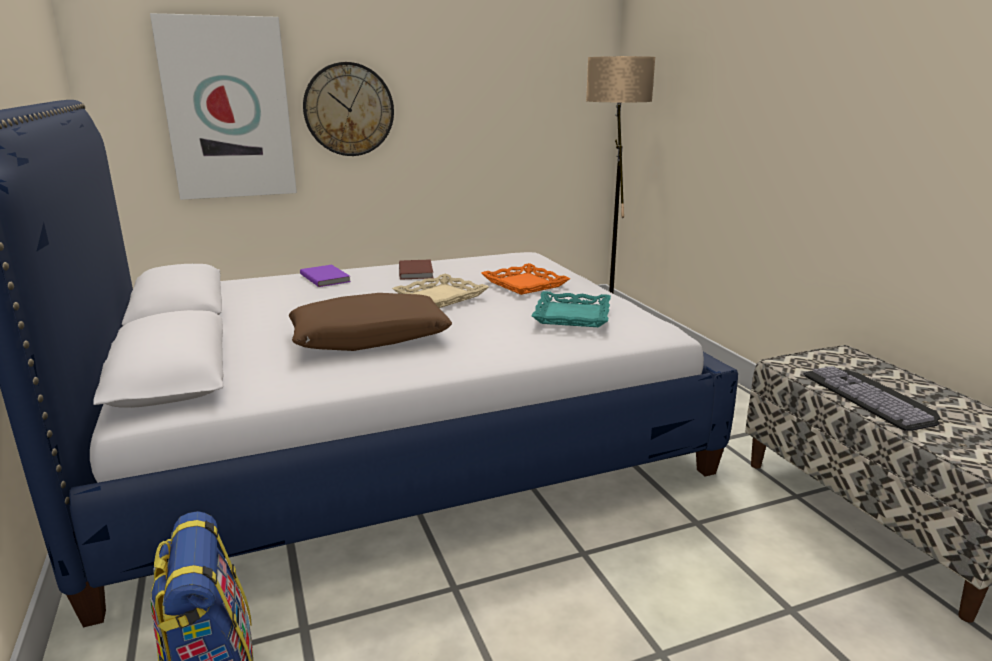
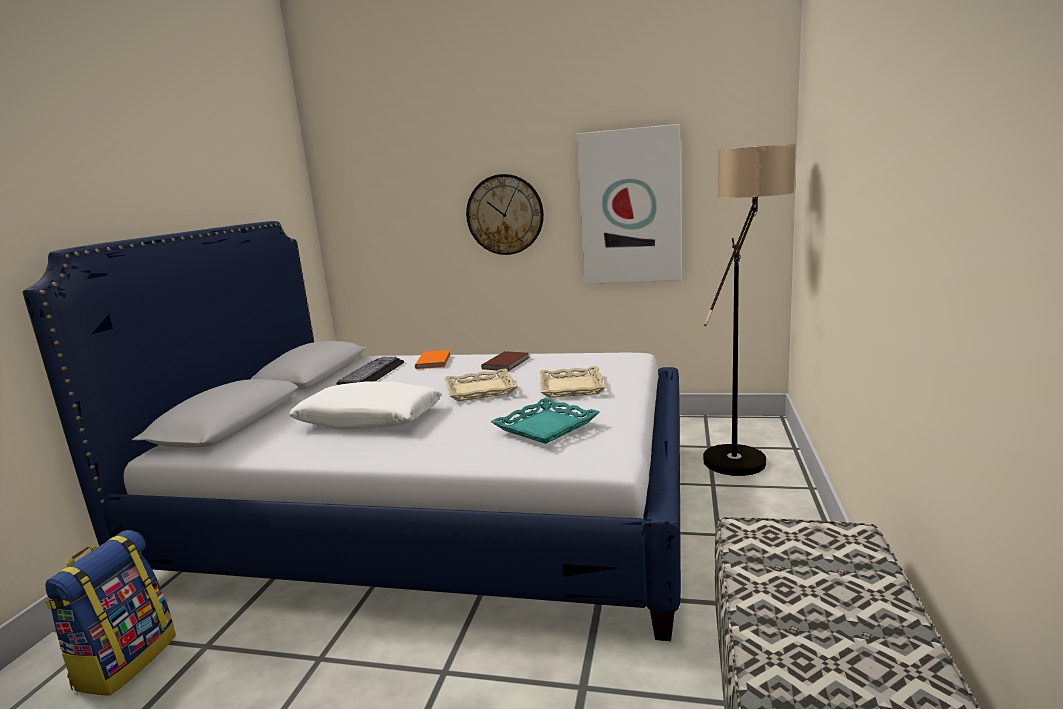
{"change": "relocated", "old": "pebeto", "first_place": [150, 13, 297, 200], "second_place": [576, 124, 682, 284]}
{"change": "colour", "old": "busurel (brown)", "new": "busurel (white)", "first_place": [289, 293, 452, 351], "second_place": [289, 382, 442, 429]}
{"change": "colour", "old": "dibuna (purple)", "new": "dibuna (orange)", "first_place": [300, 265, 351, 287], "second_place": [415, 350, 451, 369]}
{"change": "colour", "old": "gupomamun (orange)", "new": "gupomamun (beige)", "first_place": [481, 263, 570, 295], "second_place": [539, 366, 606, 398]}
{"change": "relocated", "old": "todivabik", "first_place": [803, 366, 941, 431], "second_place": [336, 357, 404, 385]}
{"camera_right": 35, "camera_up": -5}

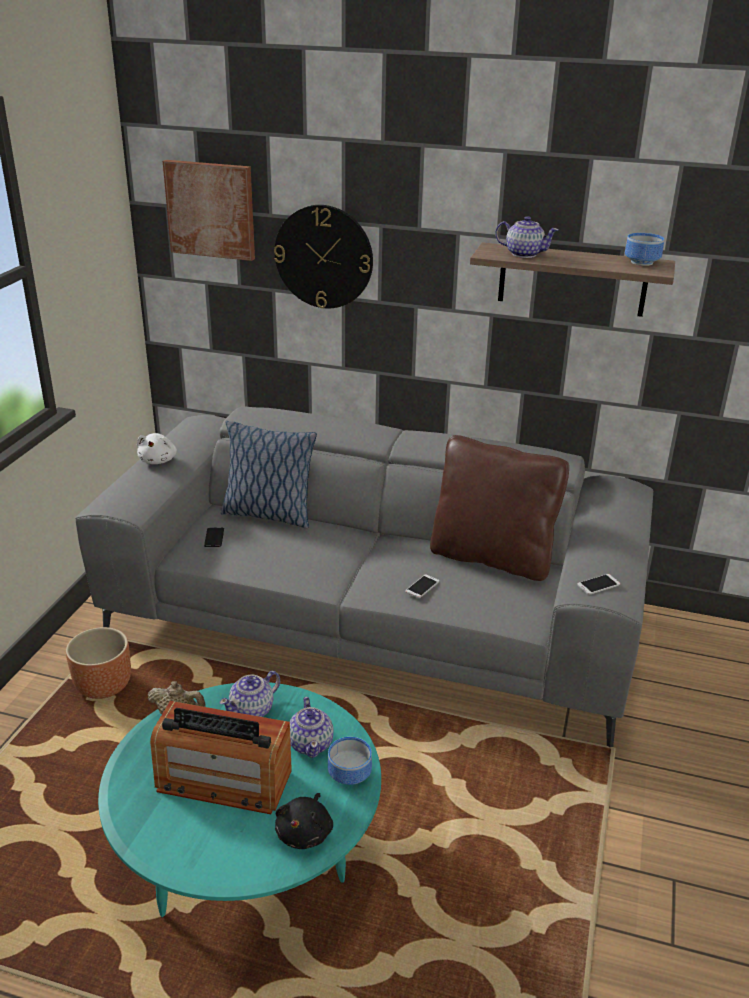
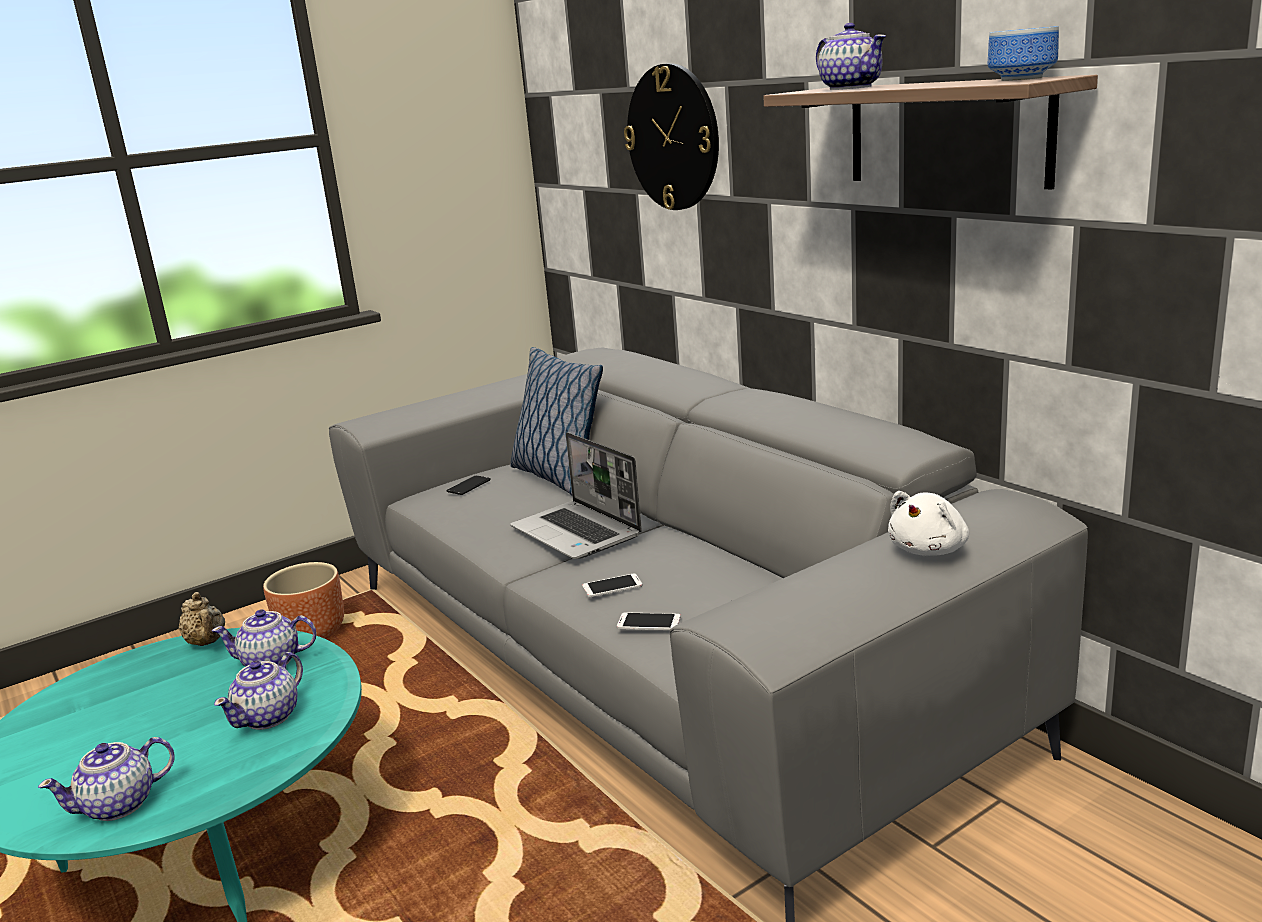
{"change": "relocated", "old": "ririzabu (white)", "first_place": [137, 433, 177, 464], "second_place": [888, 491, 969, 556]}
{"change": "missing", "old": "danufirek", "first_place": [150, 701, 292, 814]}
{"change": "missing", "old": "pebeto", "first_place": [163, 160, 255, 261]}
{"change": "exchanged", "old": "ririzabu (black)", "new": "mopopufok", "first_place": [275, 793, 333, 849], "second_place": [38, 737, 175, 821]}
{"change": "missing", "old": "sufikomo", "first_place": [328, 737, 372, 785]}
{"change": "missing", "old": "busurel (brown)", "first_place": [430, 435, 569, 581]}
{"change": "relocated", "old": "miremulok", "first_place": [577, 574, 620, 595], "second_place": [617, 612, 681, 630]}
{"change": "appeared", "new": "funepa", "second_place": [510, 432, 642, 559]}
{"camera_right": 40, "camera_up": -10}

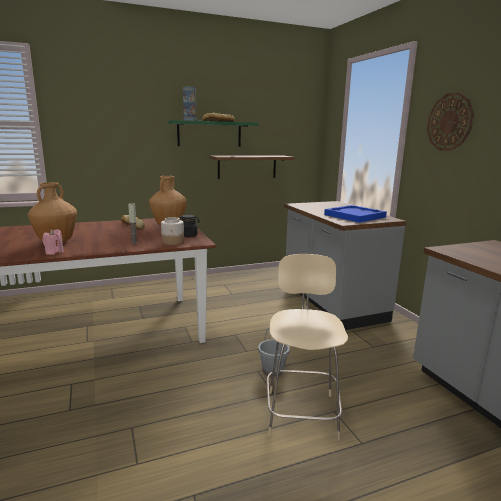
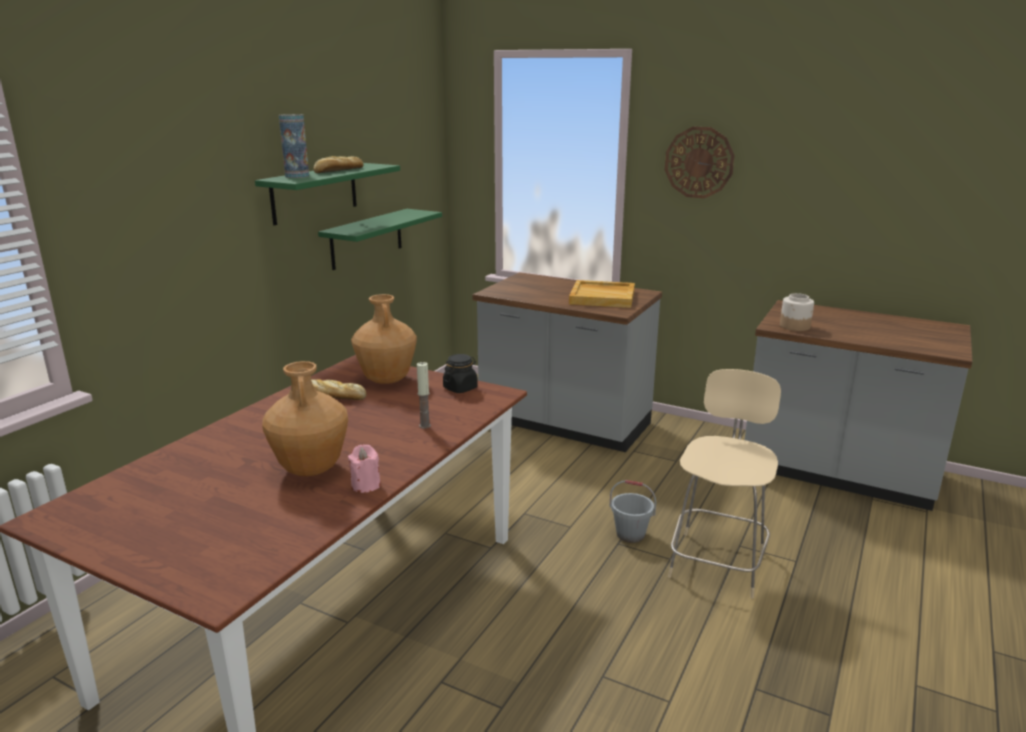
{"change": "relocated", "old": "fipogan", "first_place": [161, 217, 184, 245], "second_place": [780, 293, 814, 331]}
{"change": "colour", "old": "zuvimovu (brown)", "new": "zuvimovu (green)", "first_place": [209, 155, 295, 179], "second_place": [318, 209, 442, 270]}
{"change": "spun", "old": "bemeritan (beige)", "first_place": [267, 254, 348, 441], "second_place": [668, 369, 781, 598], "degrees": 60}
{"change": "colour", "old": "gupomamun (blue)", "new": "gupomamun (beige)", "first_place": [324, 205, 387, 223], "second_place": [569, 280, 635, 308]}
{"camera_right": -40, "camera_up": 5}

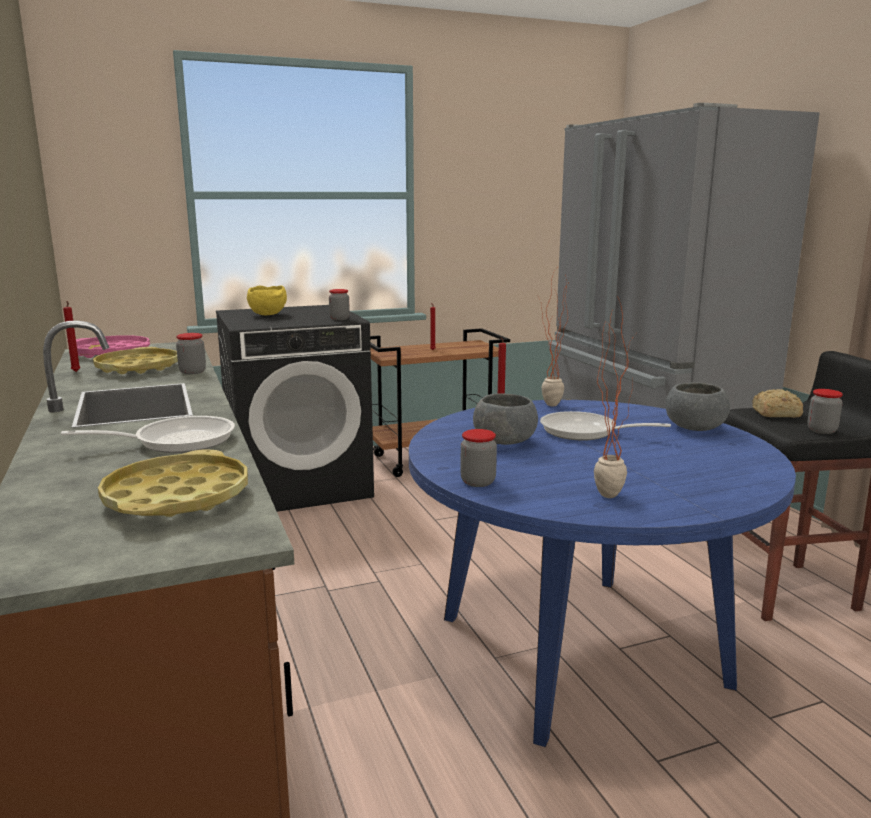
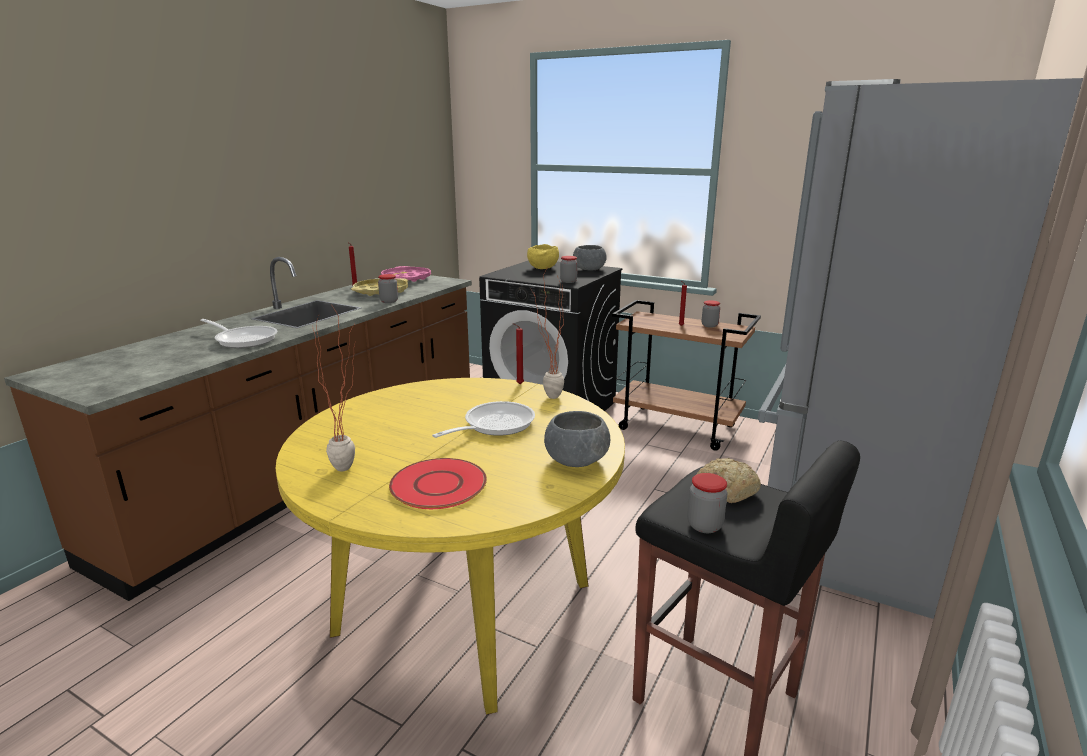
{"change": "missing", "old": "gupomamun (yellow)", "first_place": [98, 450, 248, 517]}
{"change": "colour", "old": "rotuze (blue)", "new": "rotuze (yellow)", "first_place": [409, 400, 796, 747], "second_place": [275, 378, 625, 715]}
{"change": "relocated", "old": "fipogan", "first_place": [460, 429, 497, 487], "second_place": [702, 300, 720, 328]}
{"change": "relocated", "old": "sufikomo (grey)", "first_place": [473, 393, 538, 445], "second_place": [573, 245, 607, 271]}
{"change": "spun", "old": "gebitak", "first_place": [540, 411, 671, 441], "second_place": [432, 401, 535, 438], "degrees": 60}
{"change": "appeared", "new": "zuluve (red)", "second_place": [389, 458, 487, 509]}
{"camera_right": 50, "camera_up": 5}

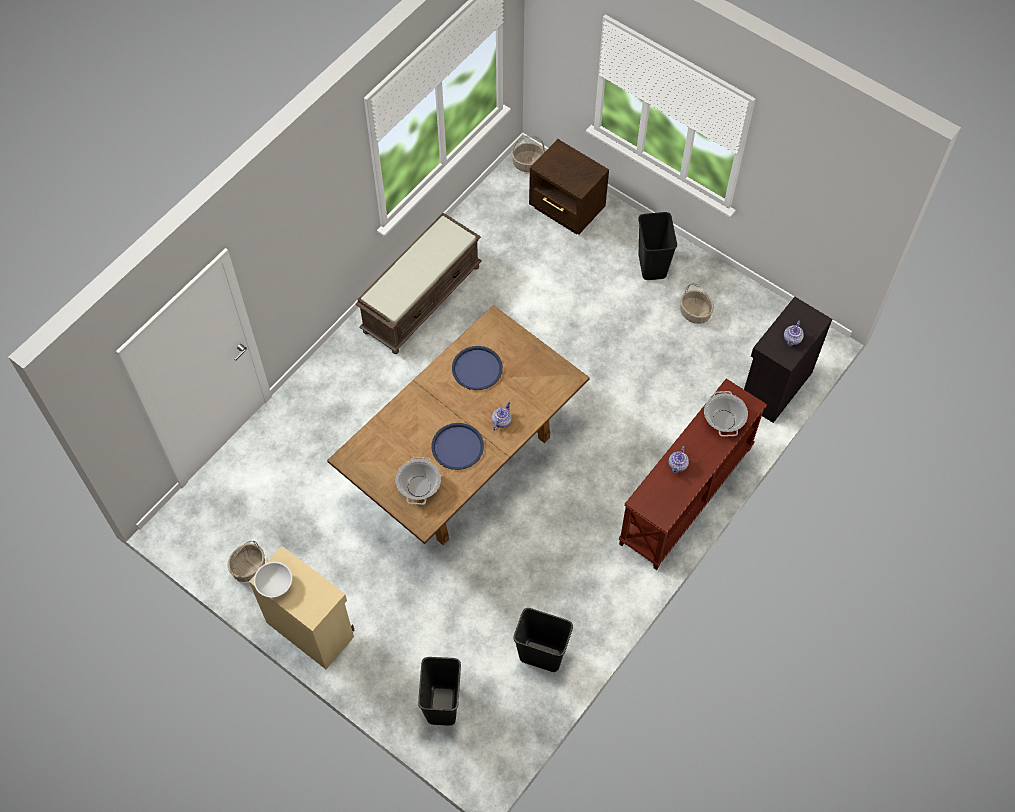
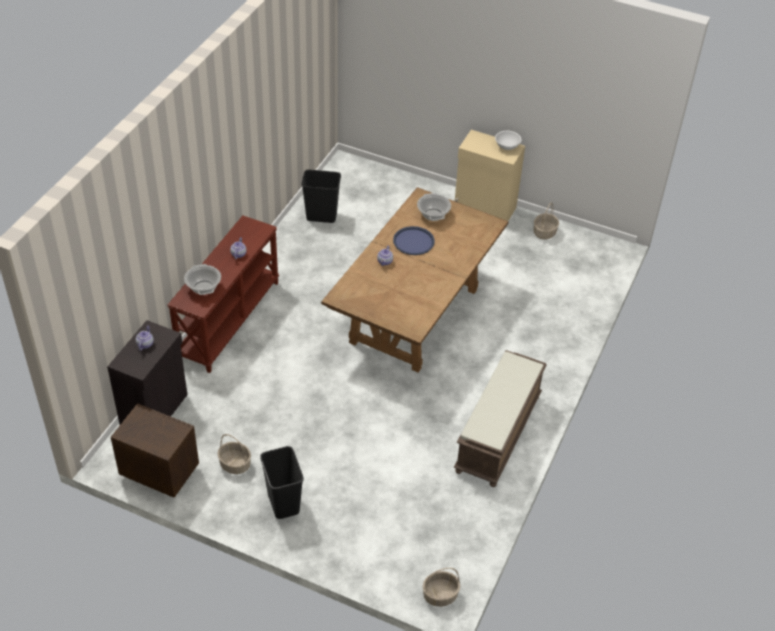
{"change": "missing", "old": "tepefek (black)", "first_place": [418, 657, 461, 726]}
{"change": "missing", "old": "gupomamun (blue)", "first_place": [452, 346, 503, 390]}
{"change": "relocated", "old": "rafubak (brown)", "first_place": [529, 139, 609, 235], "second_place": [111, 403, 199, 498]}
{"camera_right": 165, "camera_up": -15}

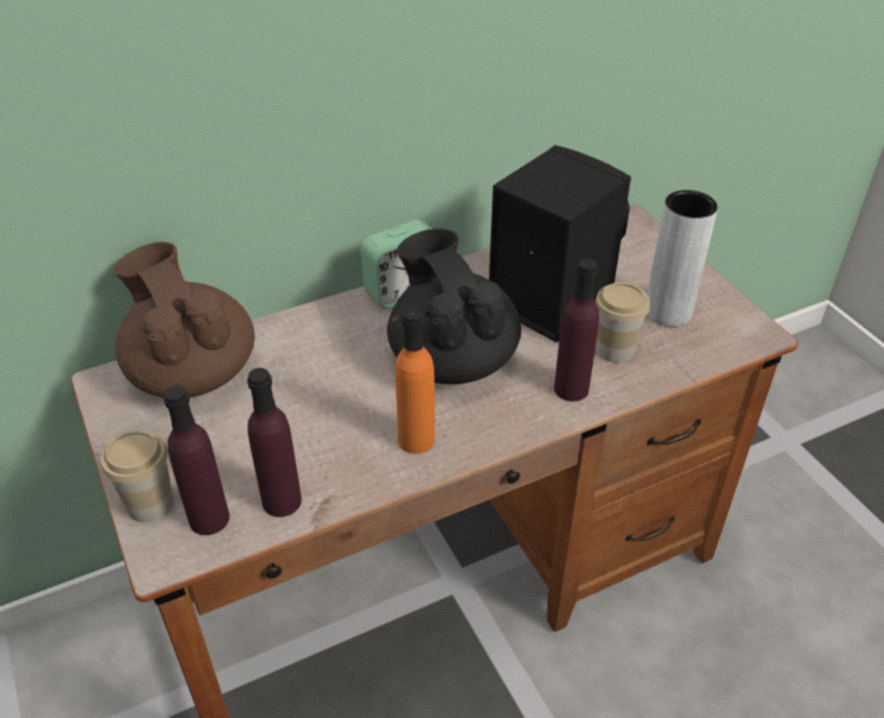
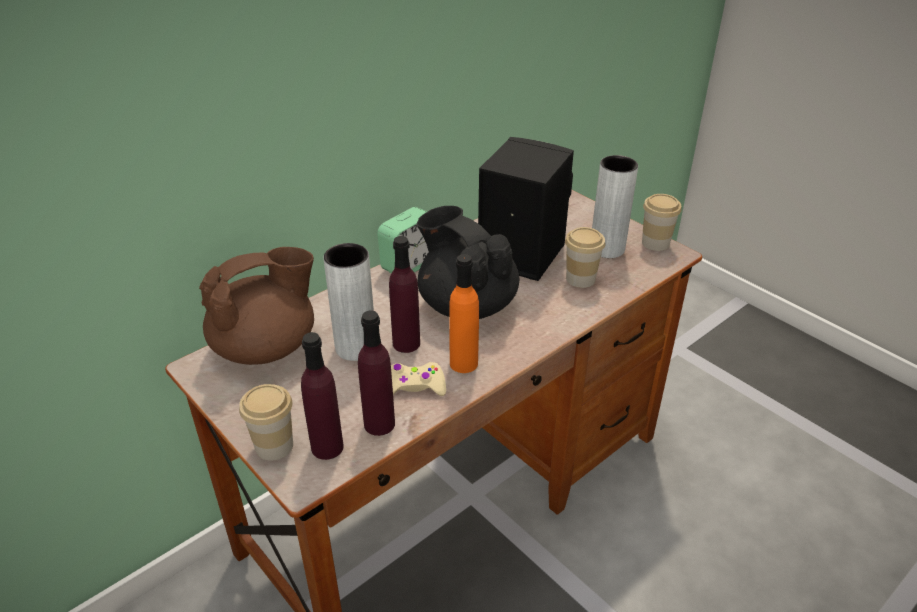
{"change": "spun", "old": "mopopufok (brown)", "first_place": [113, 242, 255, 398], "second_place": [199, 247, 314, 365], "degrees": 105}
{"change": "relocated", "old": "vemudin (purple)", "first_place": [554, 259, 599, 401], "second_place": [389, 236, 420, 353]}
{"change": "appeared", "new": "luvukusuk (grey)", "second_place": [323, 243, 374, 361]}
{"change": "appeared", "new": "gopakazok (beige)", "second_place": [391, 362, 446, 396]}
{"change": "appeared", "new": "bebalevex", "second_place": [642, 194, 682, 251]}
{"camera_right": -15, "camera_up": -5}

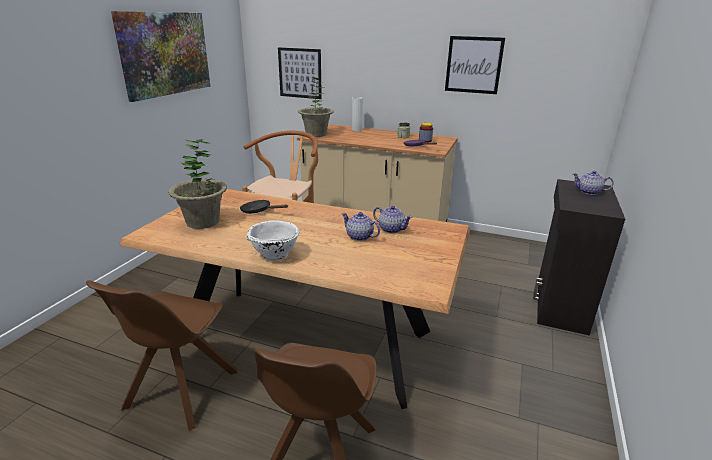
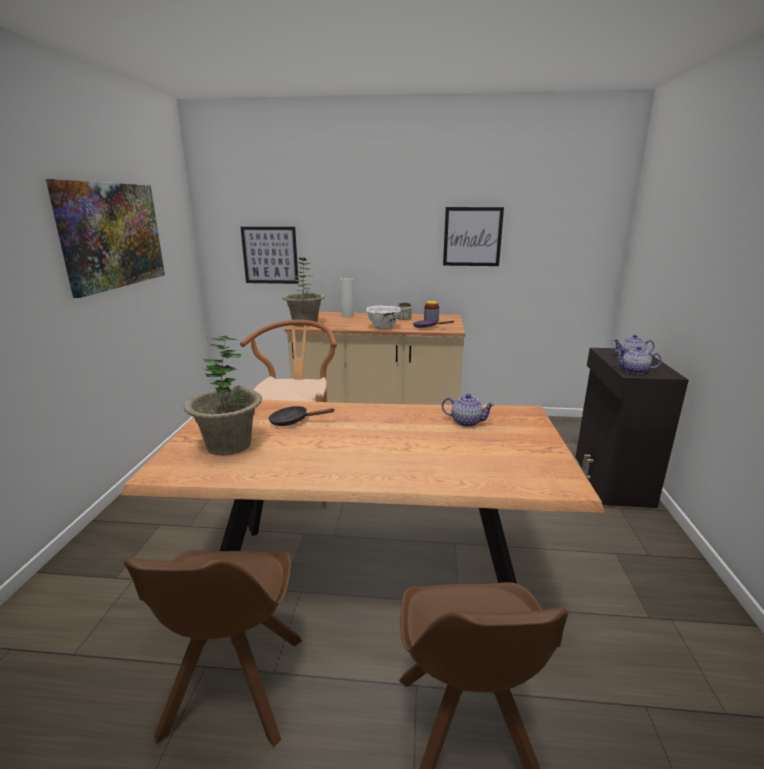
{"change": "relocated", "old": "sufikomo (white)", "first_place": [247, 220, 300, 261], "second_place": [366, 306, 401, 329]}
{"change": "relocated", "old": "mopopufok", "first_place": [341, 212, 380, 241], "second_place": [615, 346, 662, 374]}
{"camera_right": -15, "camera_up": -5}

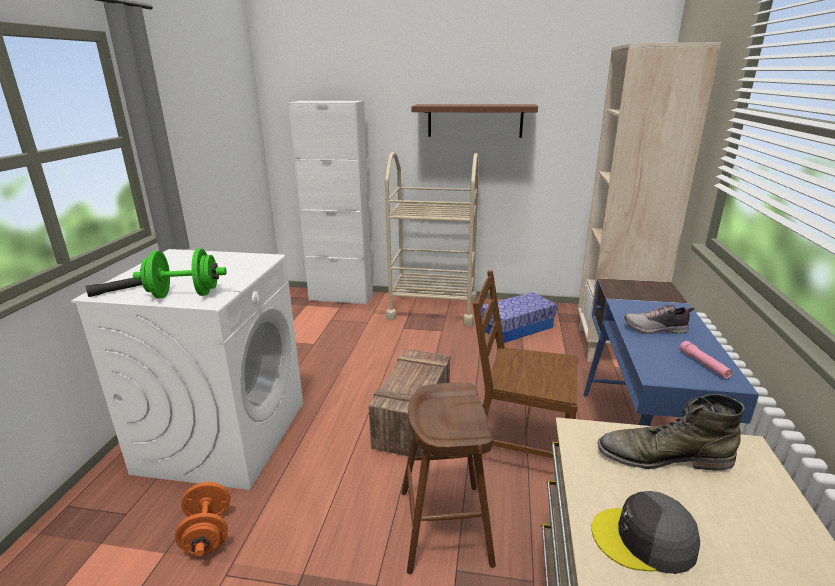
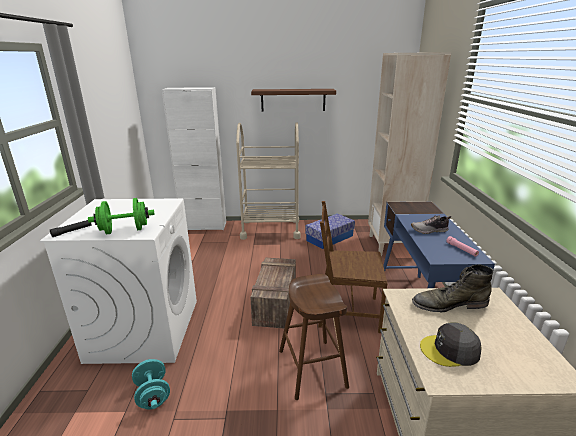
{"change": "colour", "old": "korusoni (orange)", "new": "korusoni (turquoise)", "first_place": [175, 482, 230, 556], "second_place": [132, 359, 170, 410]}
{"camera_right": -10, "camera_up": 0}

